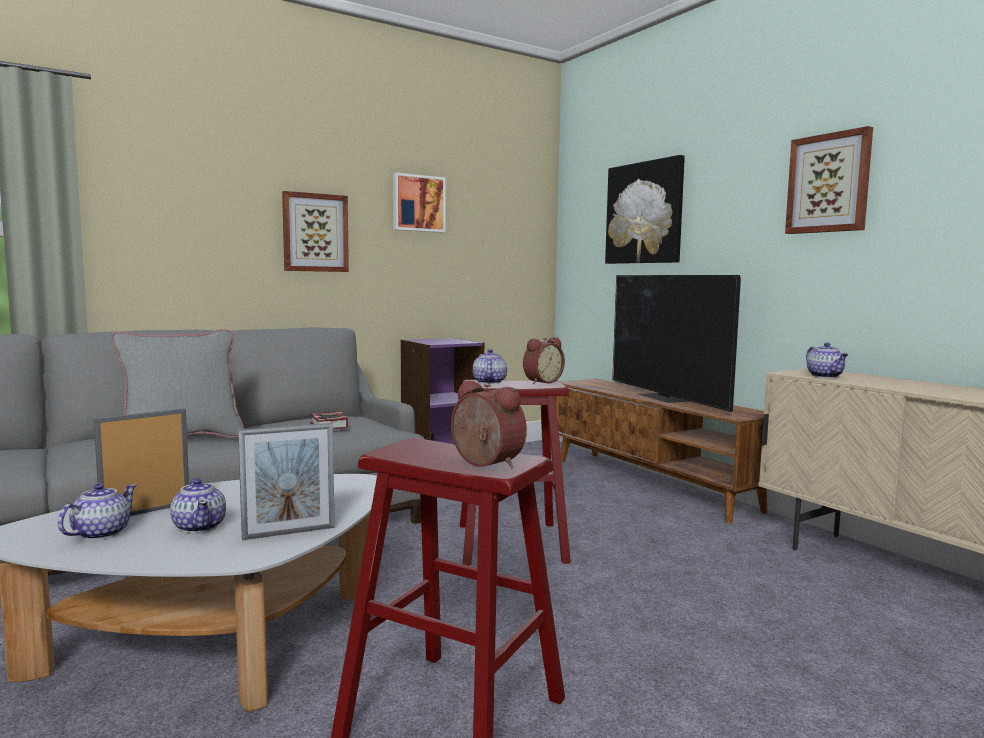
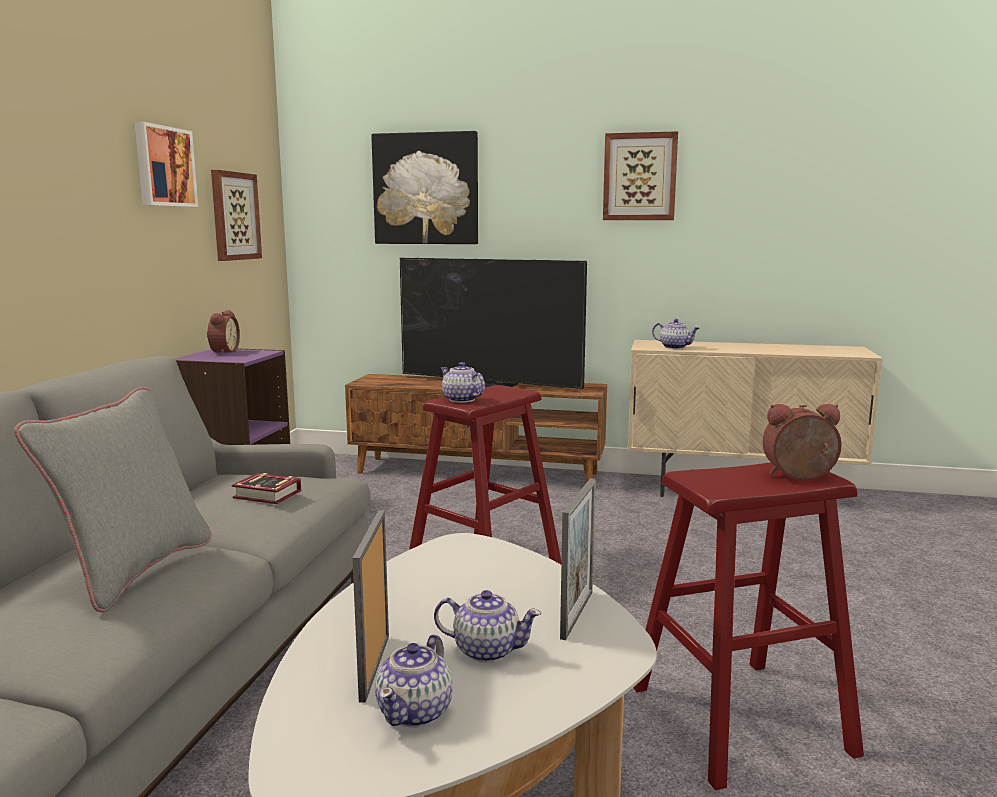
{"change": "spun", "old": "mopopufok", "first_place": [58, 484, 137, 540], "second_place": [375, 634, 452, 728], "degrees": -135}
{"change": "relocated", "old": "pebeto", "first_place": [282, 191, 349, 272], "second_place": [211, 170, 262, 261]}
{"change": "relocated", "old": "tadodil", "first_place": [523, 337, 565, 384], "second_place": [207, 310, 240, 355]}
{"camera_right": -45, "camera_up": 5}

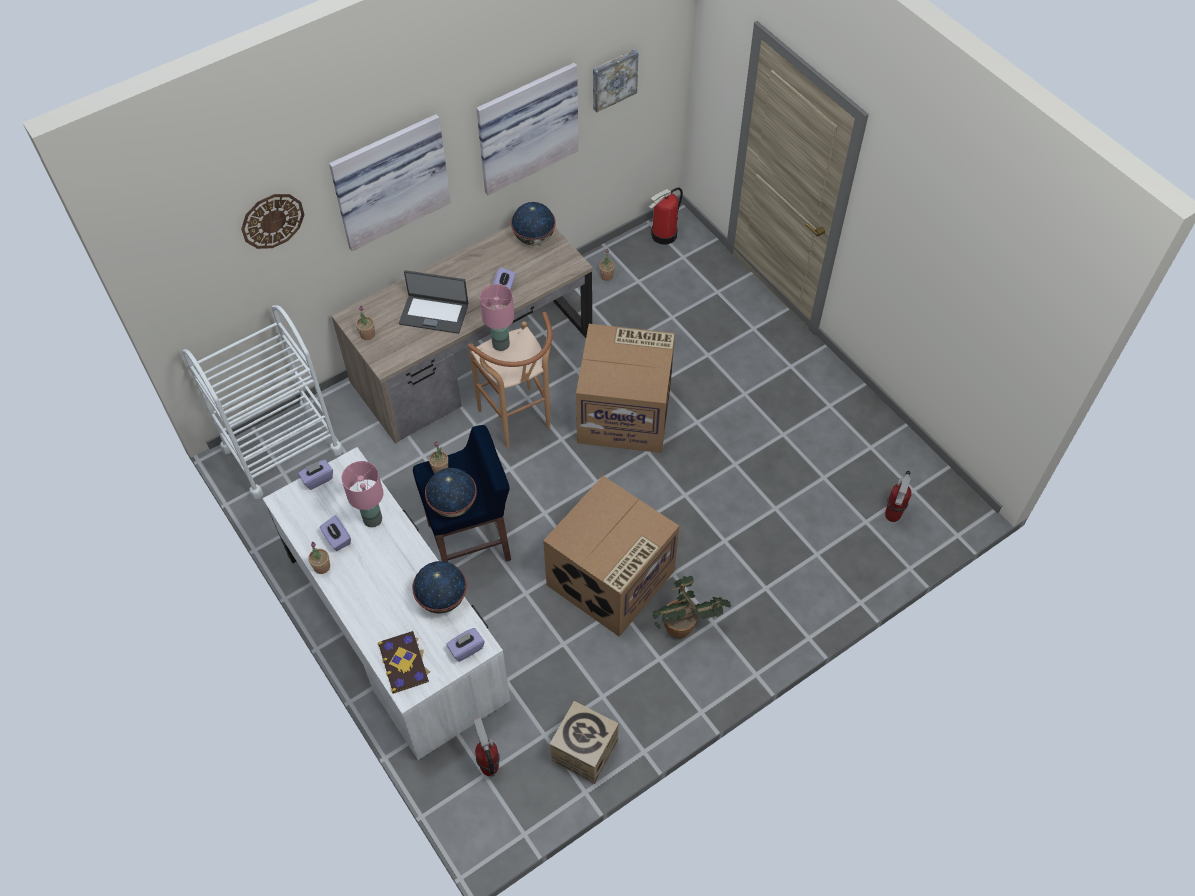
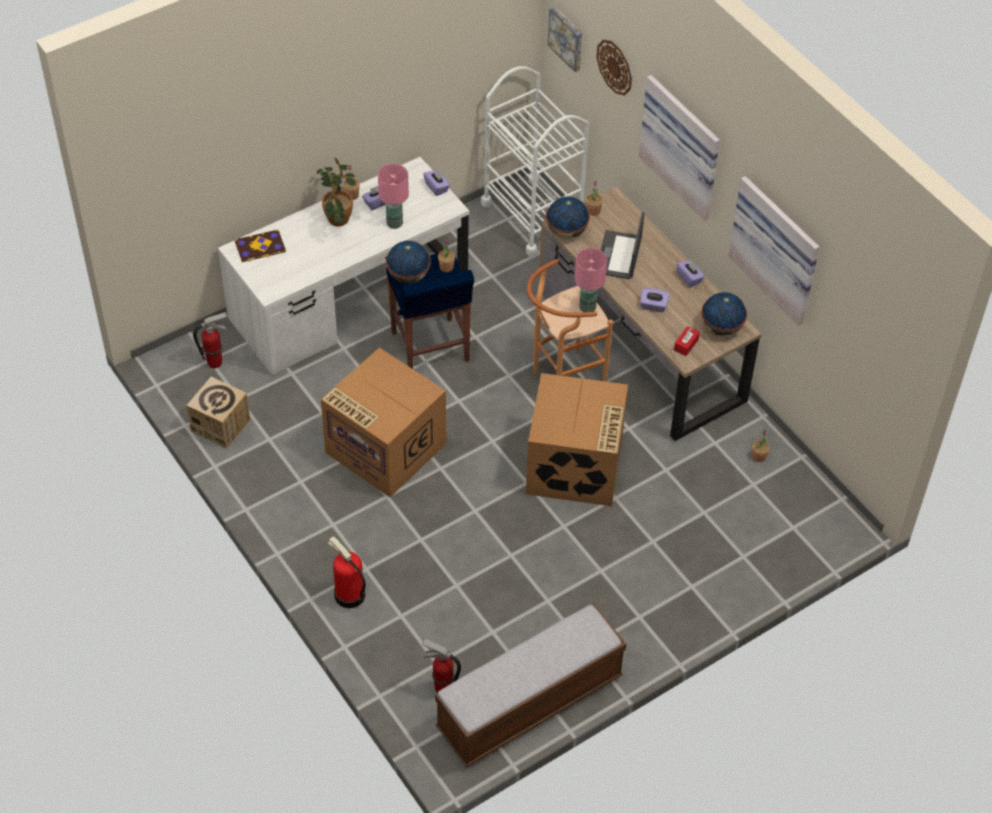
{"change": "relocated", "old": "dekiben", "first_place": [412, 561, 467, 613], "second_place": [546, 197, 590, 239]}
{"change": "relocated", "old": "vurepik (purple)", "first_place": [446, 628, 485, 662], "second_place": [676, 260, 705, 288]}
{"change": "relocated", "old": "pebeto", "first_place": [593, 49, 638, 113], "second_place": [548, 6, 582, 72]}
{"change": "relocated", "old": "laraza", "first_place": [649, 187, 683, 245], "second_place": [328, 536, 366, 608]}
{"change": "relocated", "old": "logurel", "first_place": [652, 576, 731, 639], "second_place": [316, 157, 356, 226]}
{"change": "appeared", "new": "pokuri", "second_place": [435, 604, 626, 767]}
{"change": "appeared", "new": "vurepik (red)", "second_place": [674, 326, 700, 356]}
{"camera_right": 90, "camera_up": -5}

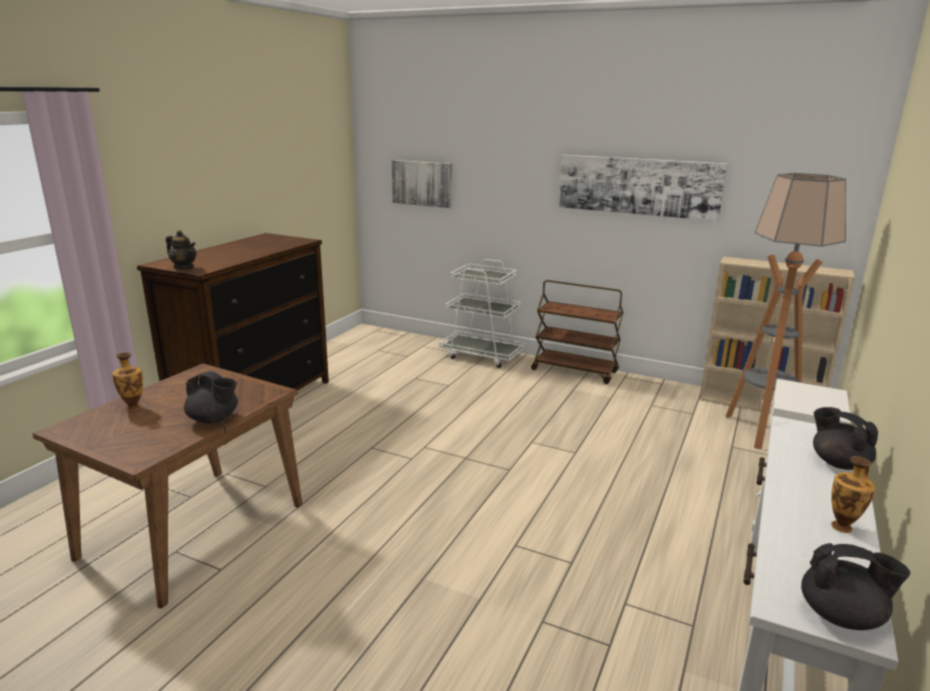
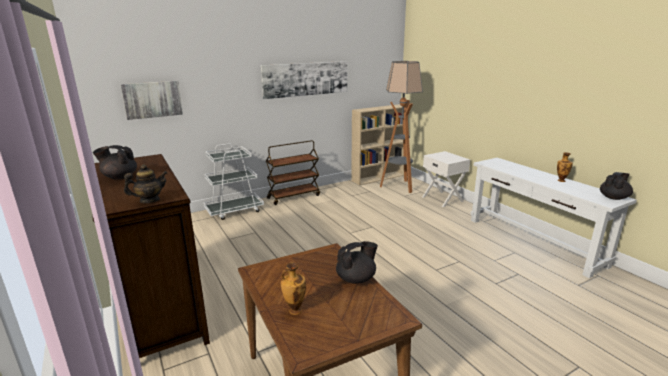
{"change": "relocated", "old": "mopopufok (black)", "first_place": [813, 407, 878, 470], "second_place": [93, 145, 137, 180]}
{"camera_right": -55, "camera_up": 0}

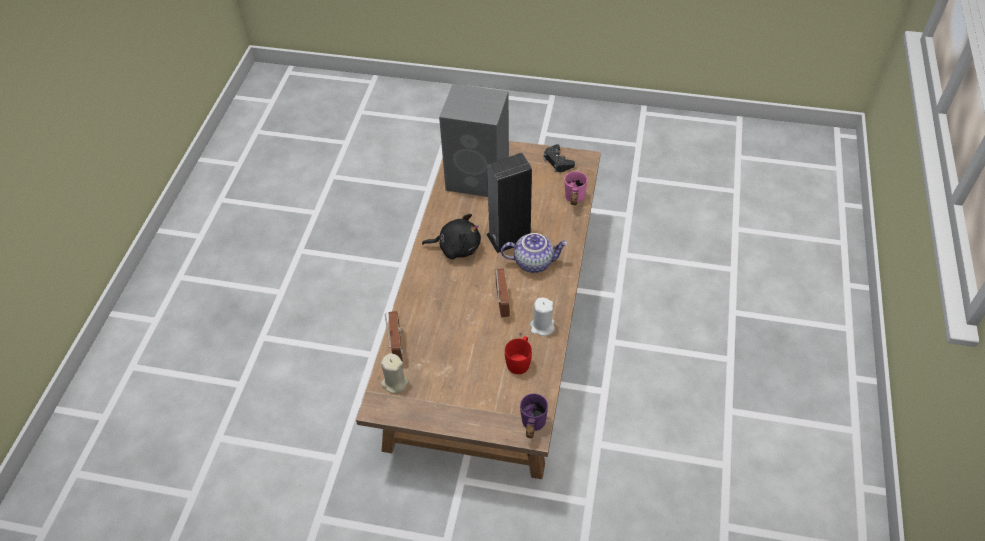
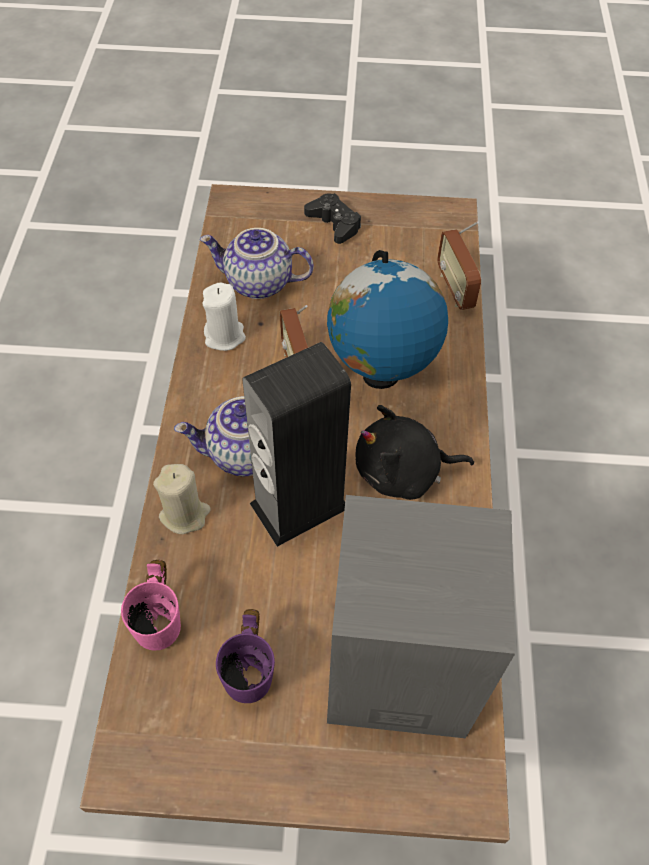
{"change": "relocated", "old": "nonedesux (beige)", "first_place": [381, 353, 408, 393], "second_place": [153, 464, 210, 534]}
{"change": "exchanged", "old": "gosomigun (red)", "new": "mopopufok", "first_place": [505, 336, 532, 374], "second_place": [200, 228, 314, 299]}
{"change": "relocated", "old": "gosomigun (purple)", "first_place": [520, 394, 548, 438], "second_place": [216, 609, 275, 703]}
{"change": "relocated", "old": "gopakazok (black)", "first_place": [543, 144, 575, 173], "second_place": [304, 193, 361, 244]}
{"change": "appeared", "new": "dekiben", "second_place": [327, 250, 448, 389]}
{"camera_right": 170, "camera_up": 5}

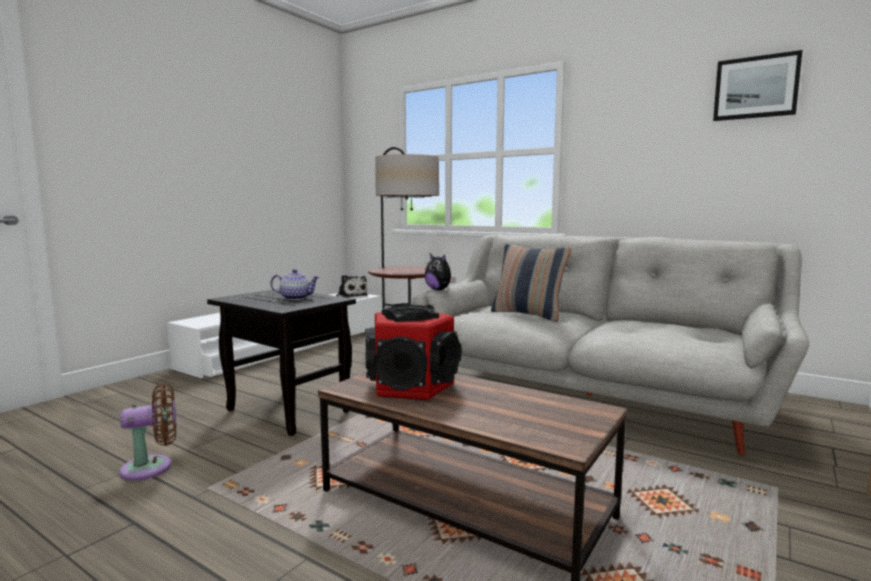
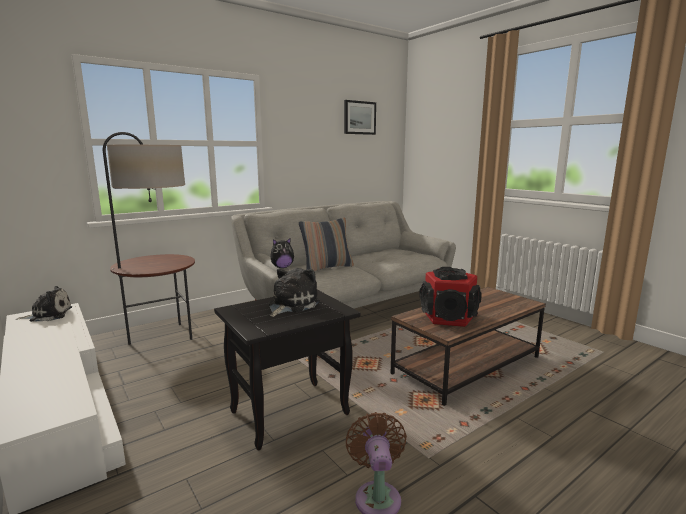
{"change": "exchanged", "old": "mopopufok", "new": "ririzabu", "first_place": [270, 269, 319, 300], "second_place": [268, 268, 320, 317]}
{"camera_right": -70, "camera_up": 5}

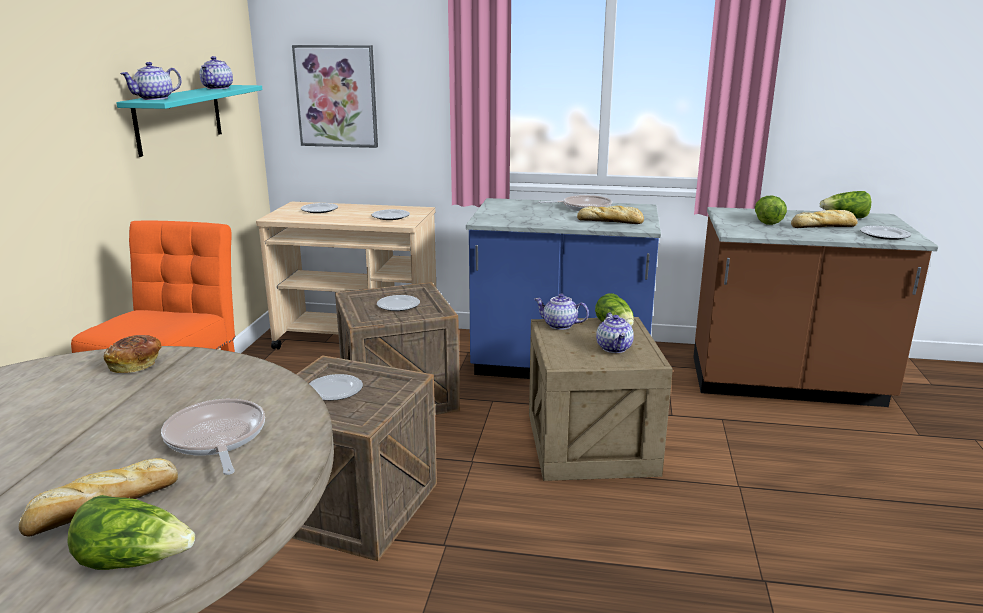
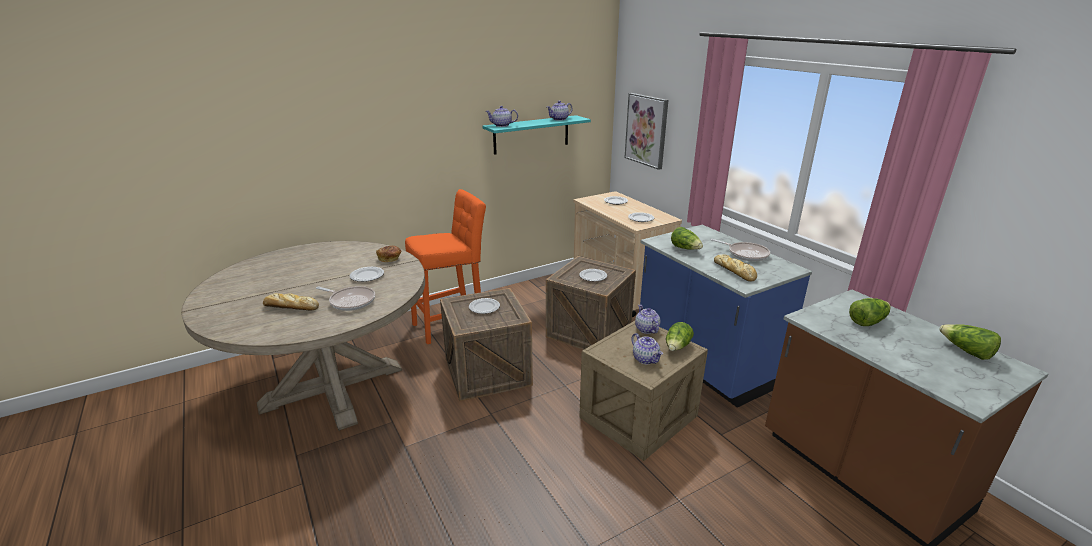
{"change": "relocated", "old": "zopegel", "first_place": [67, 495, 195, 570], "second_place": [671, 227, 703, 250]}
{"change": "spun", "old": "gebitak", "first_place": [161, 399, 265, 475], "second_place": [316, 286, 375, 311], "degrees": 90}
{"change": "spun", "old": "mopopufok", "first_place": [596, 313, 634, 353], "second_place": [631, 333, 663, 364], "degrees": -75}
{"change": "missing", "old": "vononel", "first_place": [791, 210, 858, 228]}
{"change": "relocated", "old": "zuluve", "first_place": [860, 226, 911, 240], "second_place": [350, 267, 384, 282]}
{"camera_right": 50, "camera_up": 5}

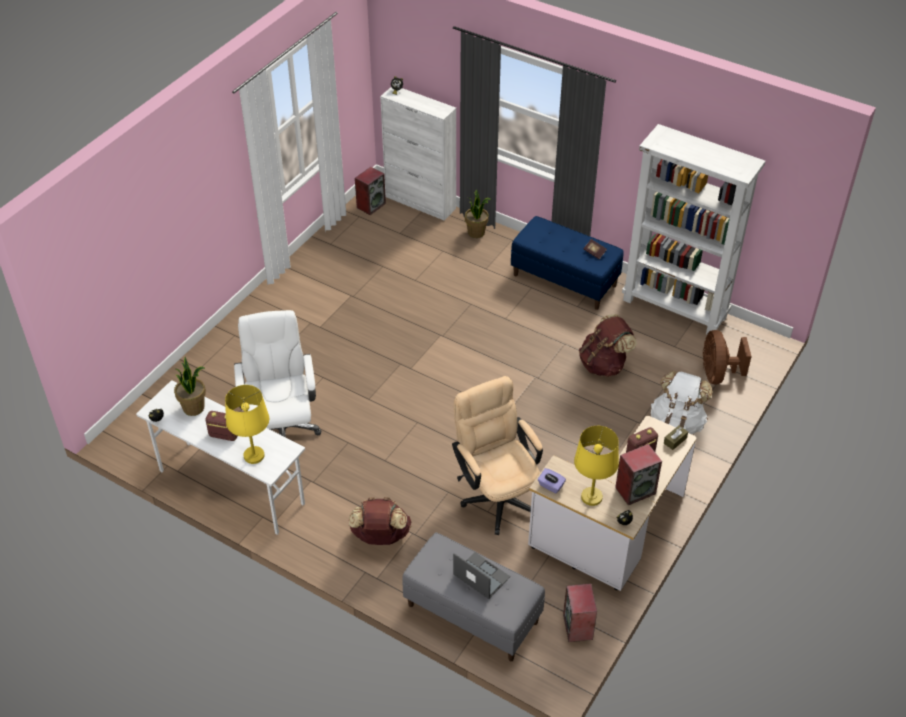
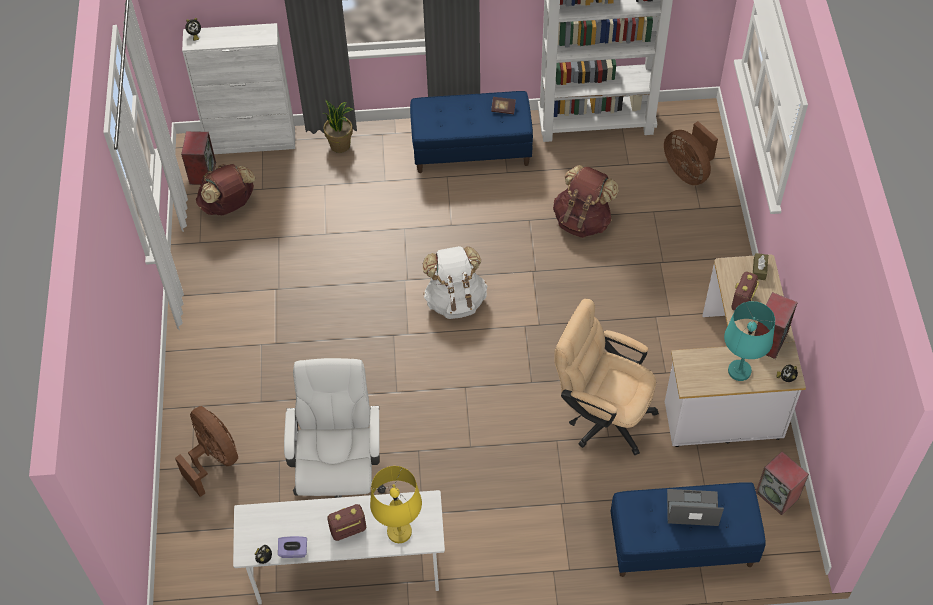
{"change": "missing", "old": "logurel", "first_place": [174, 357, 206, 416]}
{"change": "spun", "old": "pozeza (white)", "first_place": [234, 310, 322, 437], "second_place": [284, 358, 386, 498], "degrees": 45}
{"change": "relocated", "old": "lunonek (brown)", "first_place": [349, 497, 411, 545], "second_place": [196, 164, 255, 215]}
{"change": "colour", "old": "pokuri (grey)", "new": "pokuri (blue)", "first_place": [402, 533, 545, 661], "second_place": [611, 482, 766, 577]}
{"change": "relocated", "old": "vurepik (purple)", "first_place": [538, 468, 566, 494], "second_place": [278, 536, 307, 558]}
{"change": "colour", "old": "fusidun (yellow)", "new": "fusidun (turquoise)", "first_place": [574, 426, 619, 506], "second_place": [724, 301, 775, 381]}
{"change": "relocated", "old": "lunonek (white)", "first_place": [651, 371, 713, 434], "second_place": [423, 246, 488, 319]}
{"change": "appeared", "new": "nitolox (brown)", "second_place": [175, 406, 238, 497]}
{"camera_right": -35, "camera_up": 10}

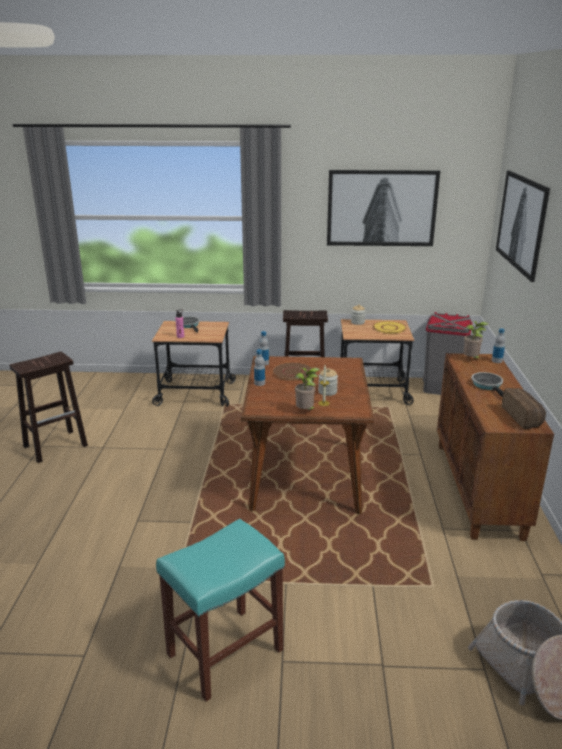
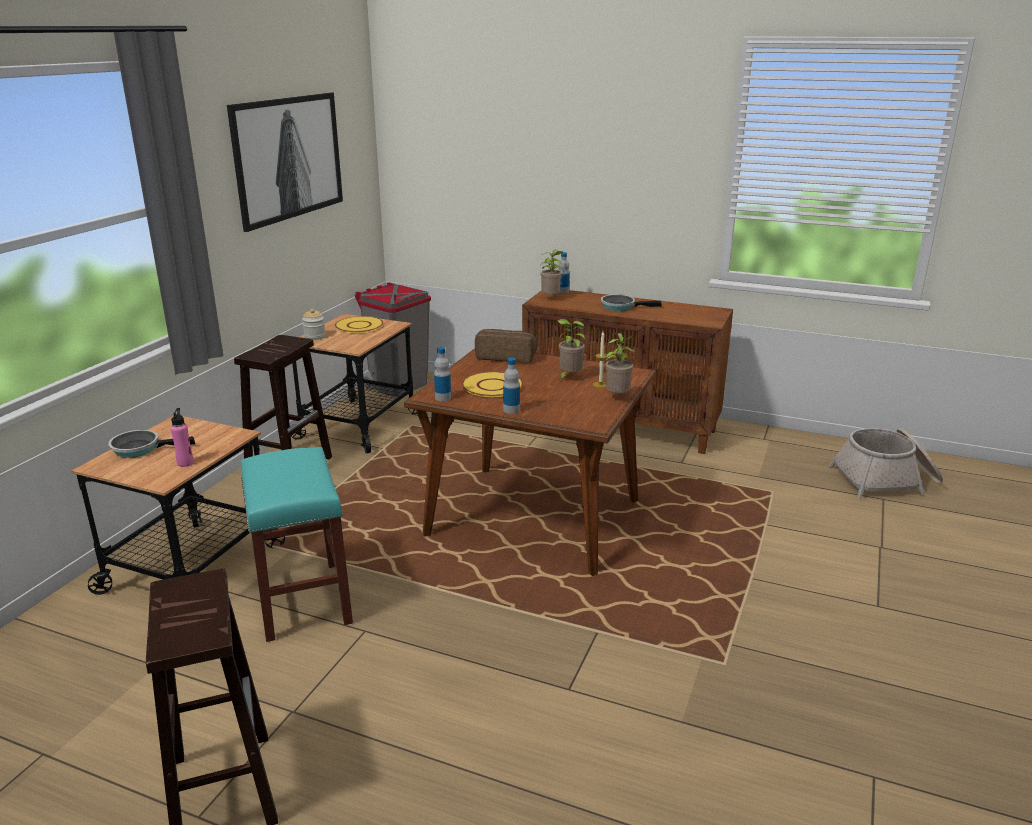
{"change": "relocated", "old": "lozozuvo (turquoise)", "first_place": [156, 519, 285, 702], "second_place": [241, 447, 353, 642]}
{"change": "colour", "old": "zuluve (brown)", "new": "zuluve (yellow)", "first_place": [272, 362, 312, 381], "second_place": [462, 372, 524, 397]}
{"change": "exchanged", "old": "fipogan", "new": "logurel", "first_place": [318, 368, 338, 396], "second_place": [557, 319, 585, 380]}
{"change": "missing", "old": "pebeto", "first_place": [496, 171, 550, 282]}
{"change": "relocated", "old": "vononel", "first_place": [502, 388, 546, 429], "second_place": [475, 329, 537, 363]}
{"camera_right": -70, "camera_up": 0}

